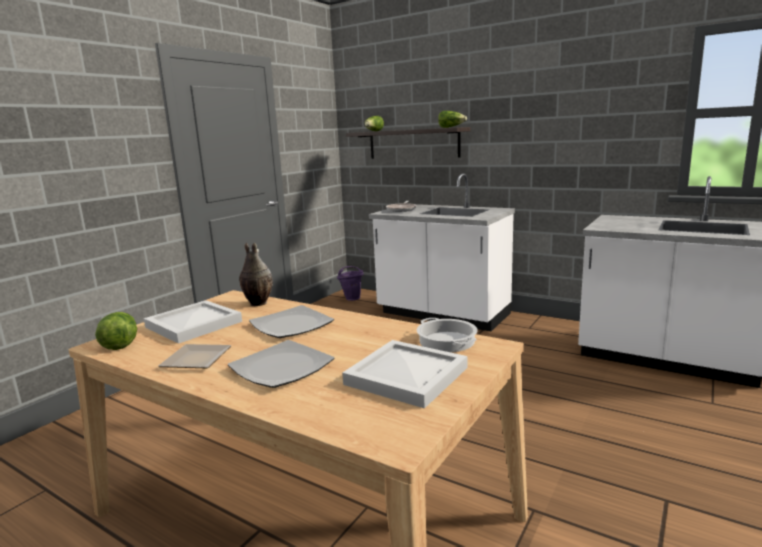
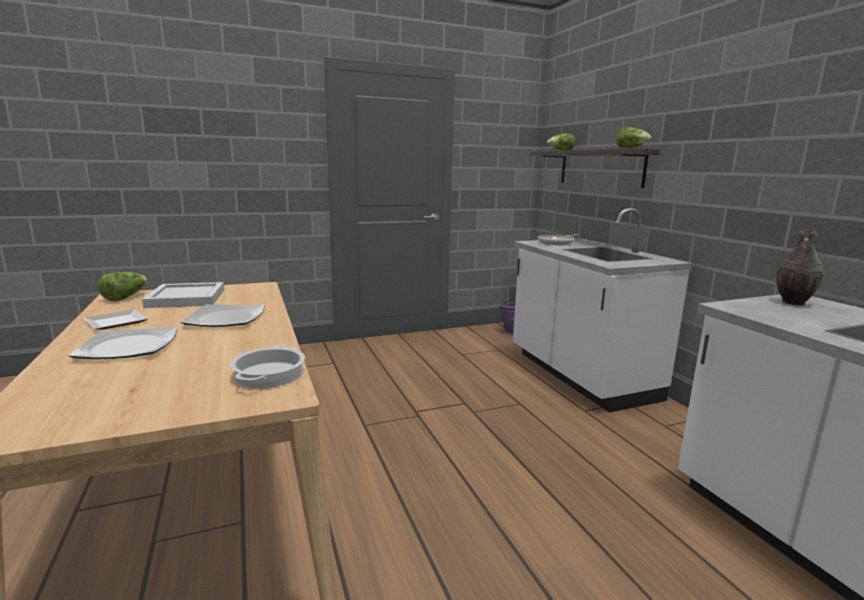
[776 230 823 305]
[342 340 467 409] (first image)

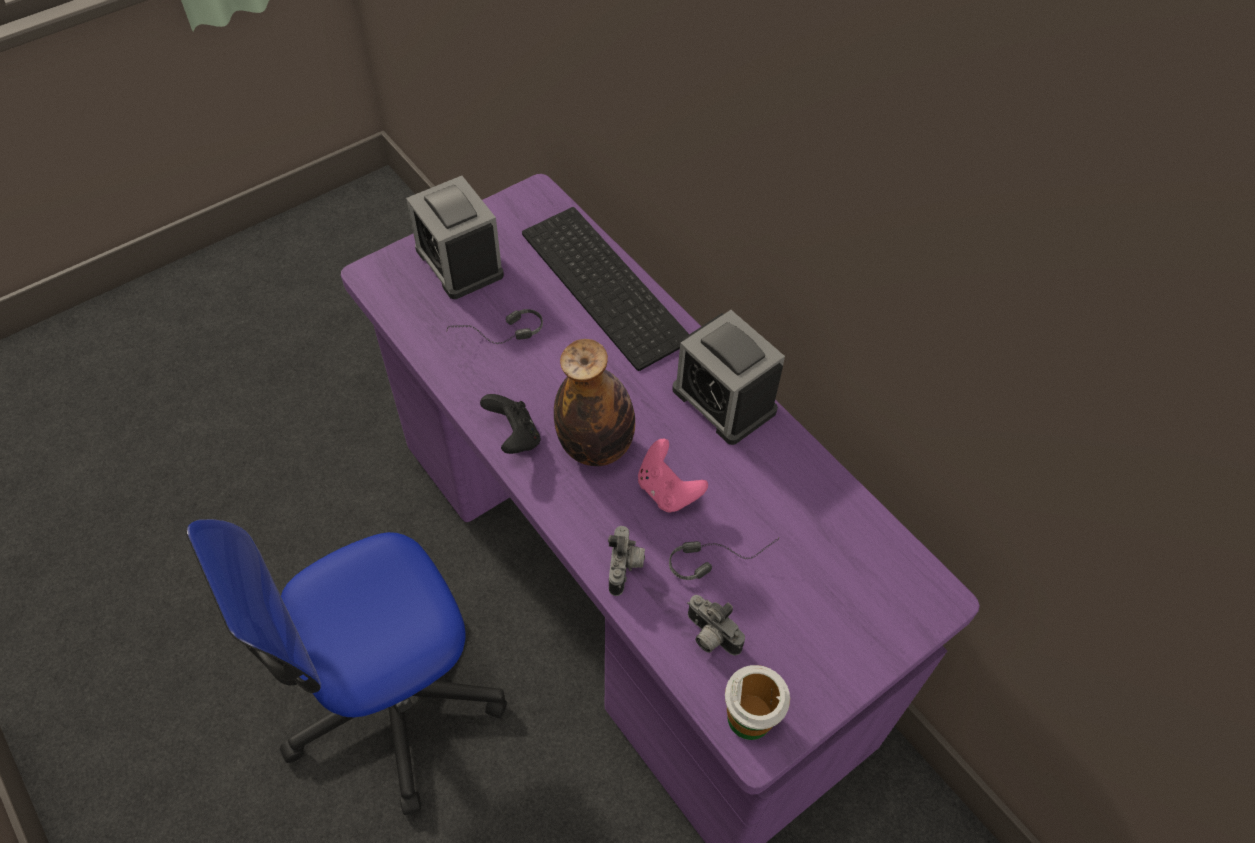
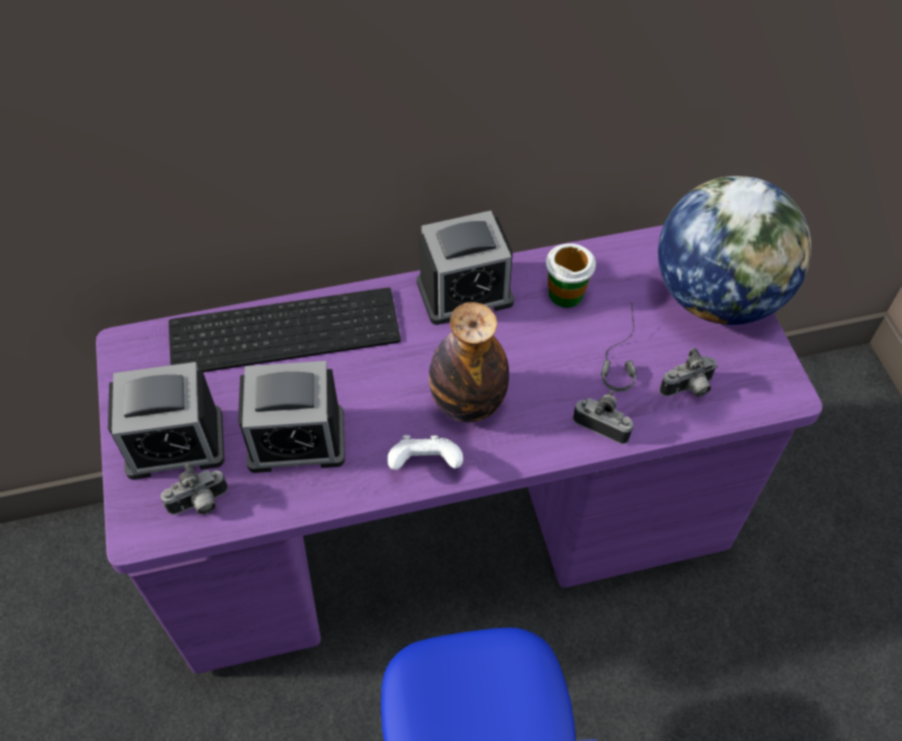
[238 361 345 473]
[387 435 463 470]
[638 439 708 513] (first image)
[546 243 596 308]
[658 176 811 325]
[161 464 228 515]

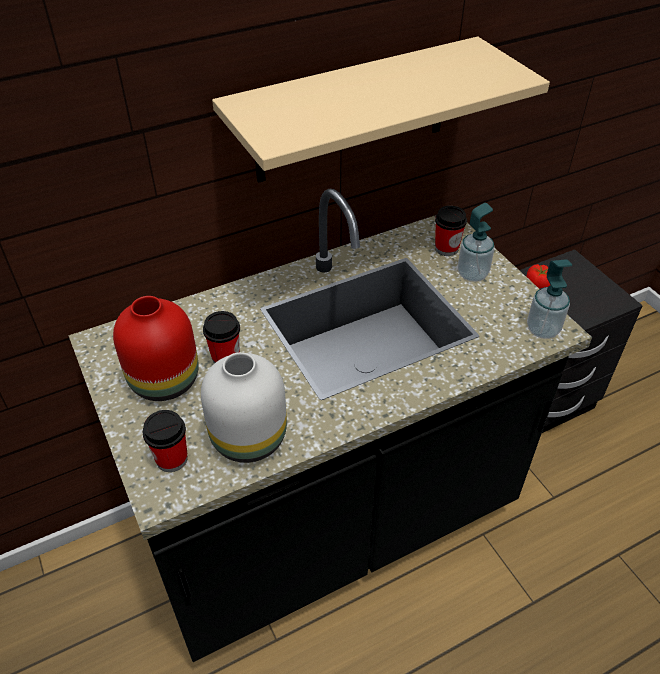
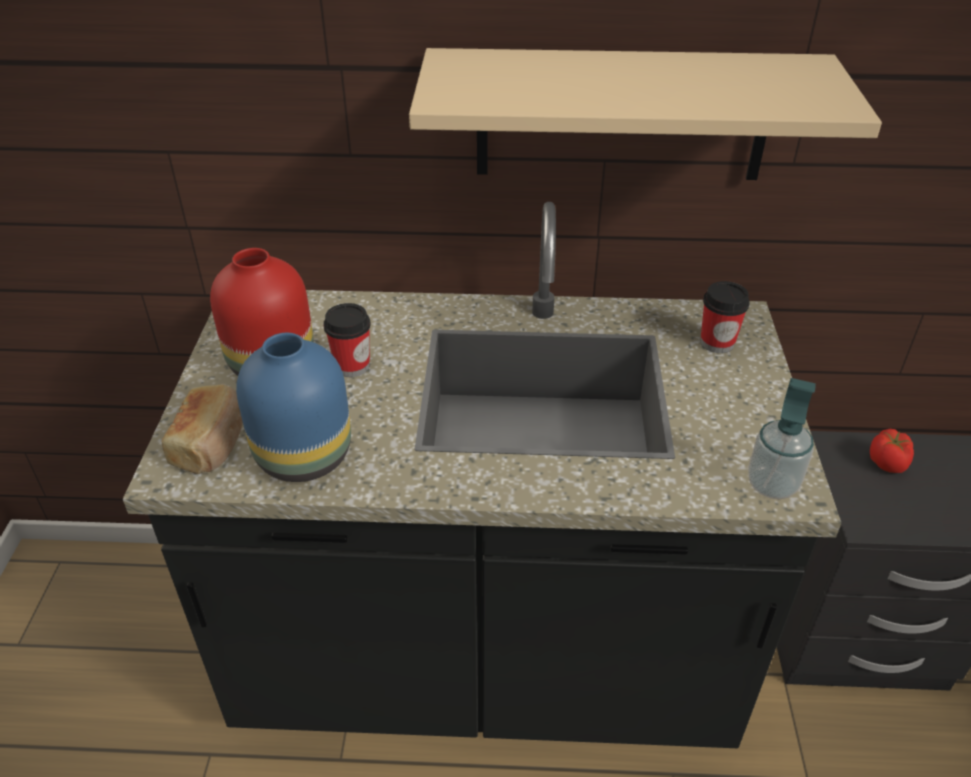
[458 203 494 282] (first image)
[236 333 351 482]
[162 384 243 474]

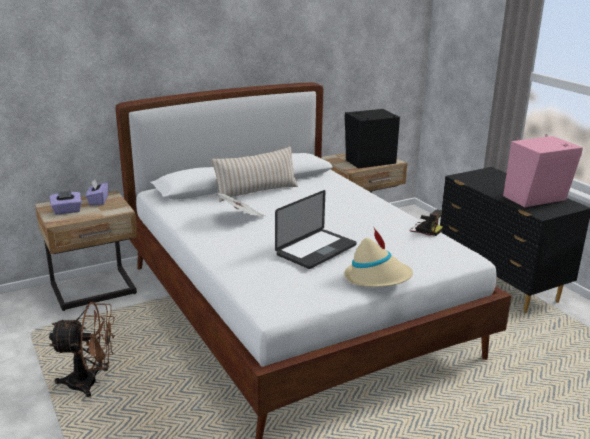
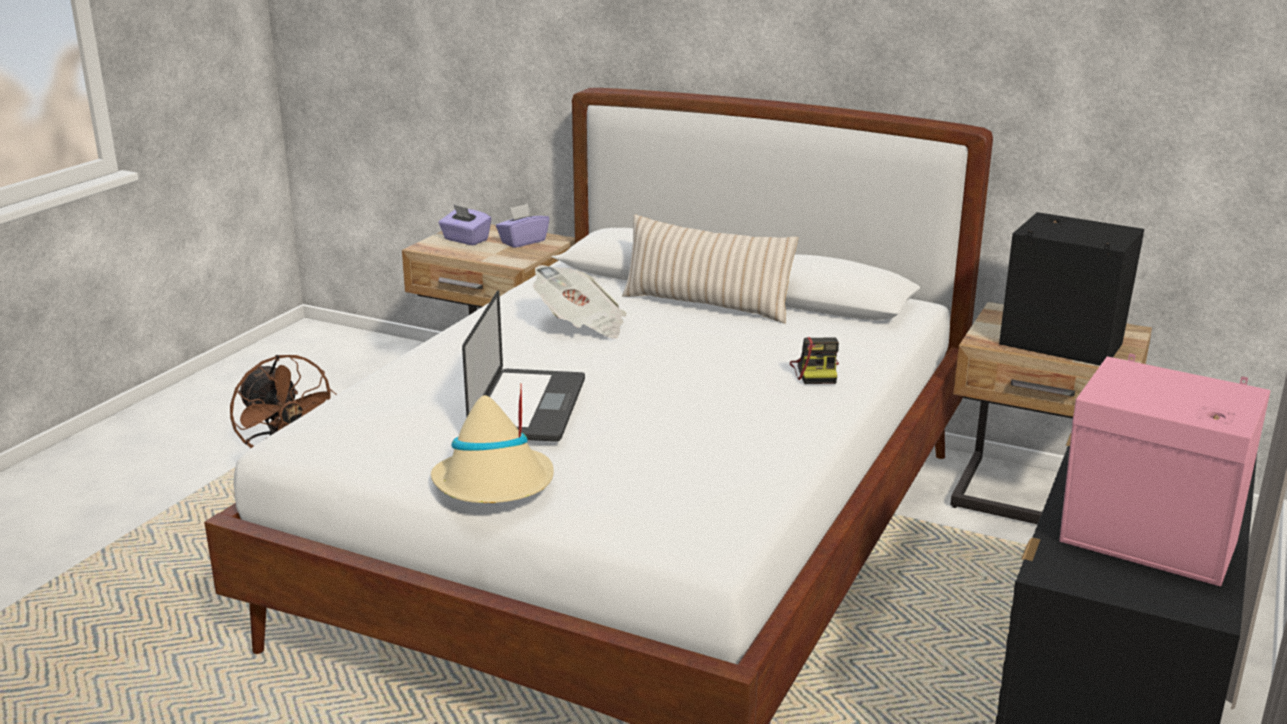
[462 290 585 442]
[790 337 839 384]

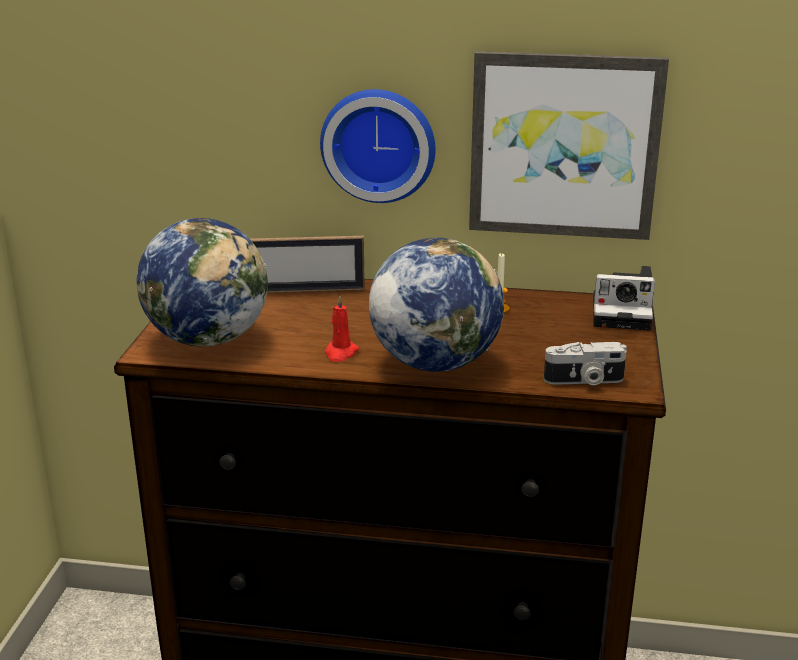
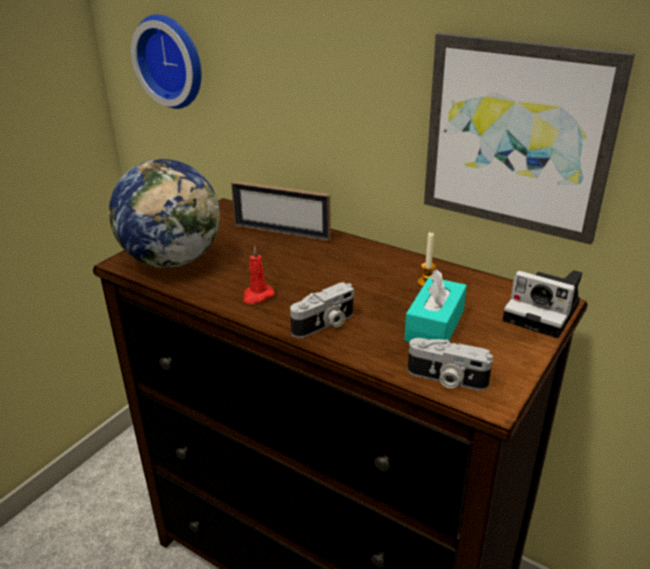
[131 14 201 109]
[290 282 354 338]
[404 269 467 342]

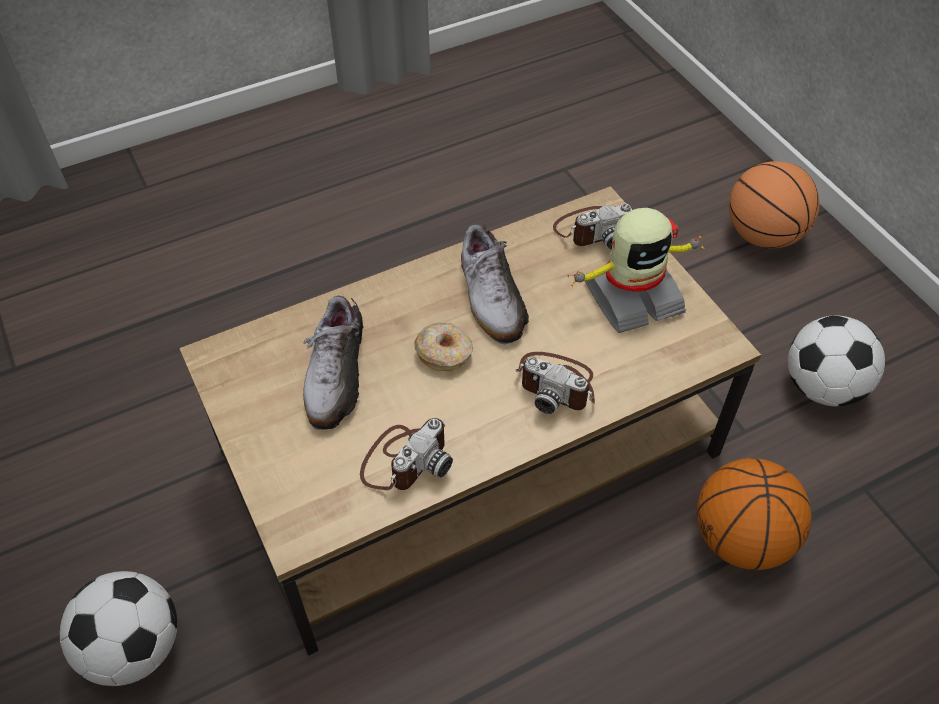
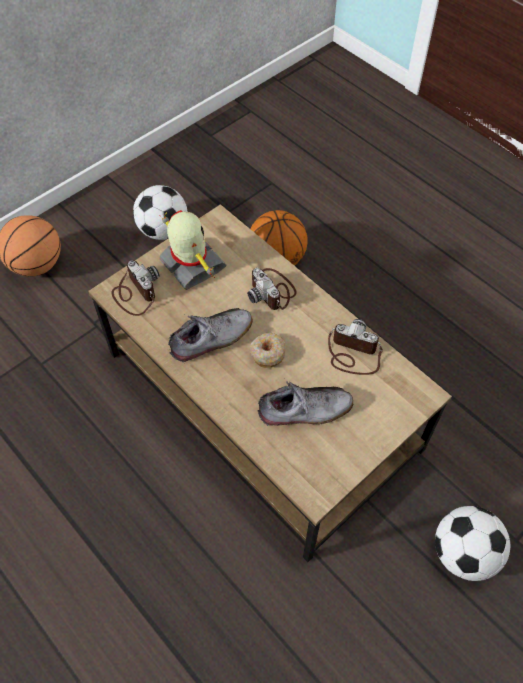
[247 268 297 310]

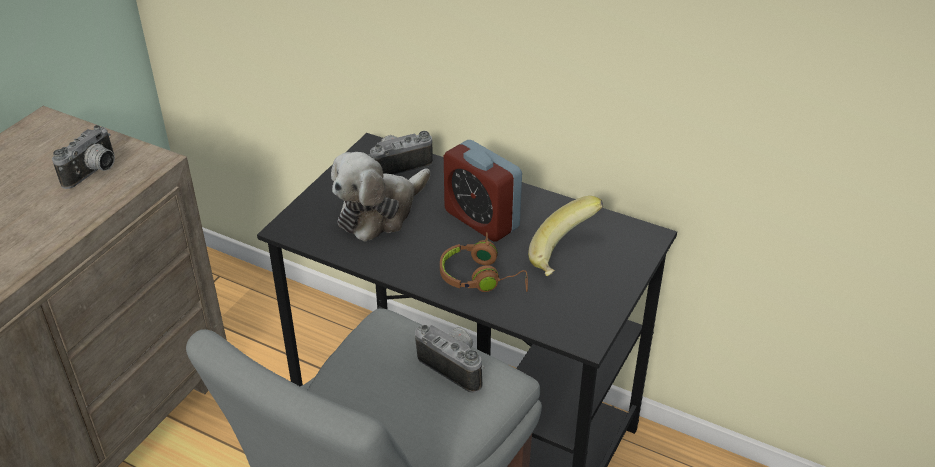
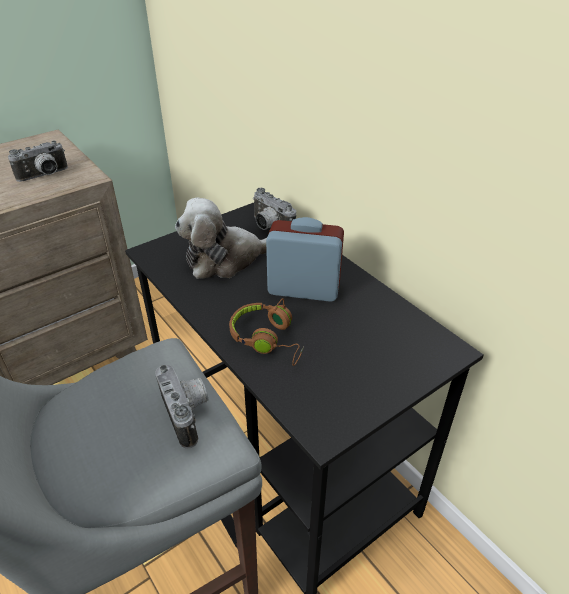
[253 188 296 230]
[266 217 344 302]
[528 196 603 276] (first image)

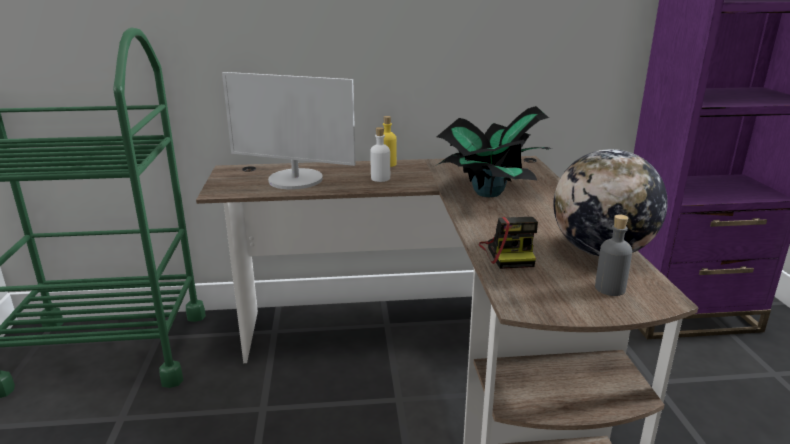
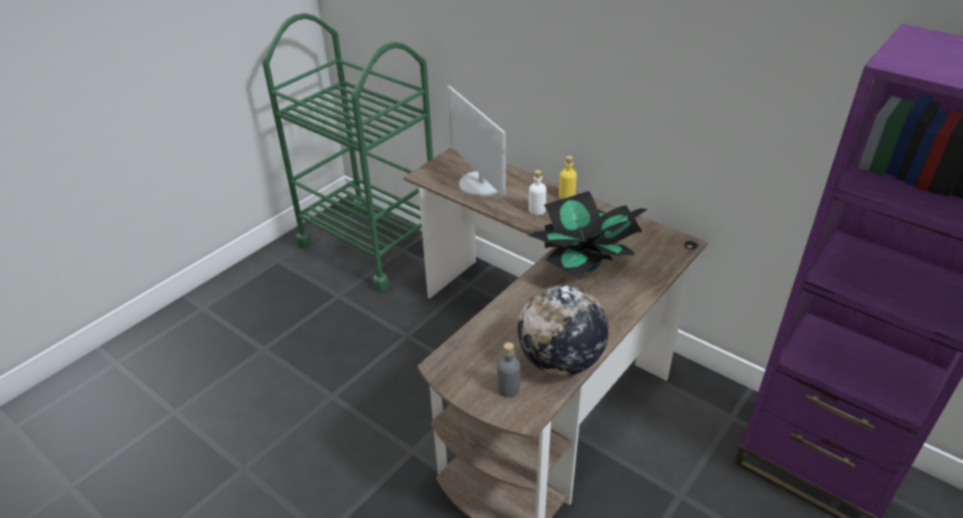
[479 217 538 269] (first image)

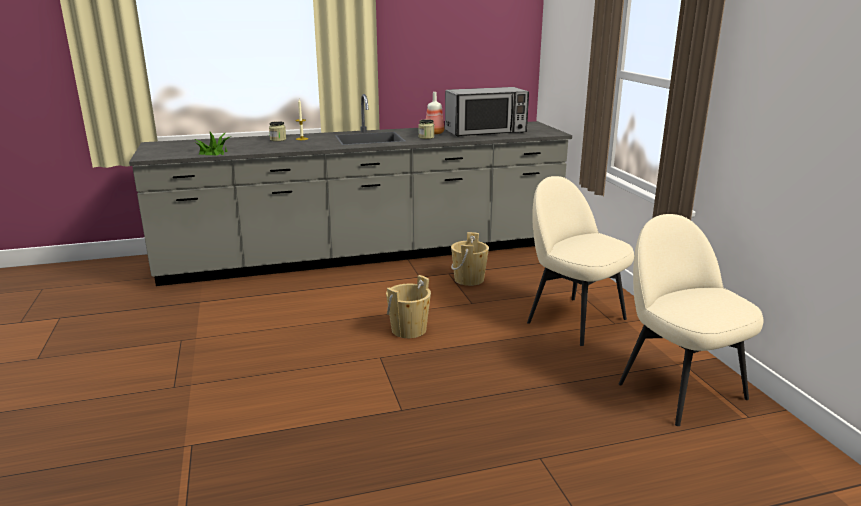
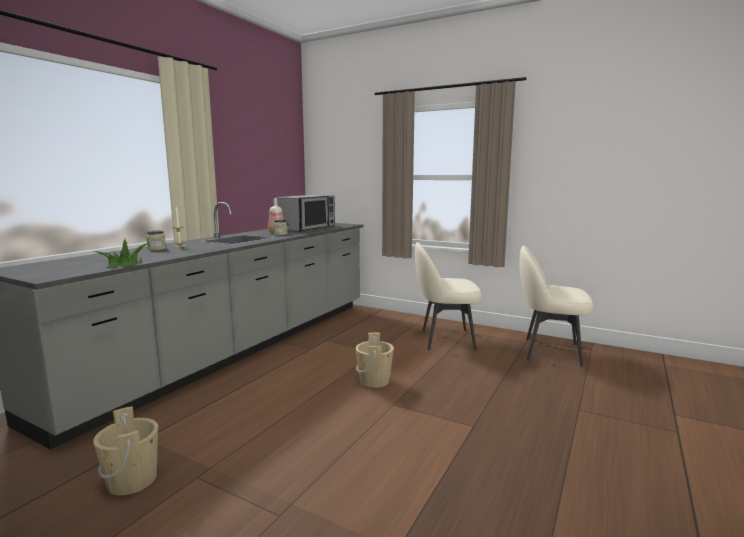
[93 406 158 495]

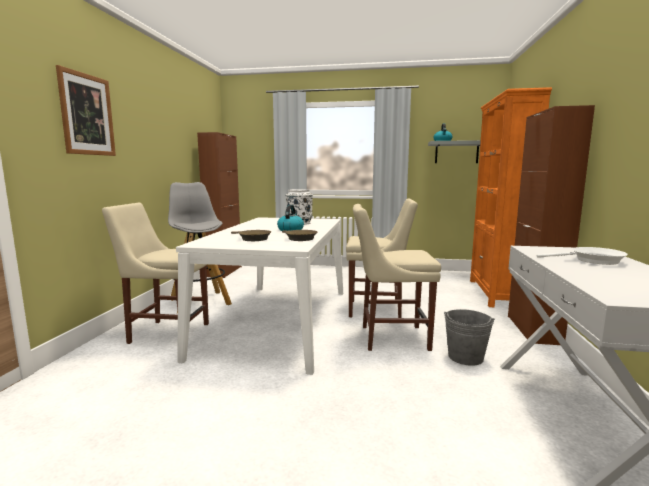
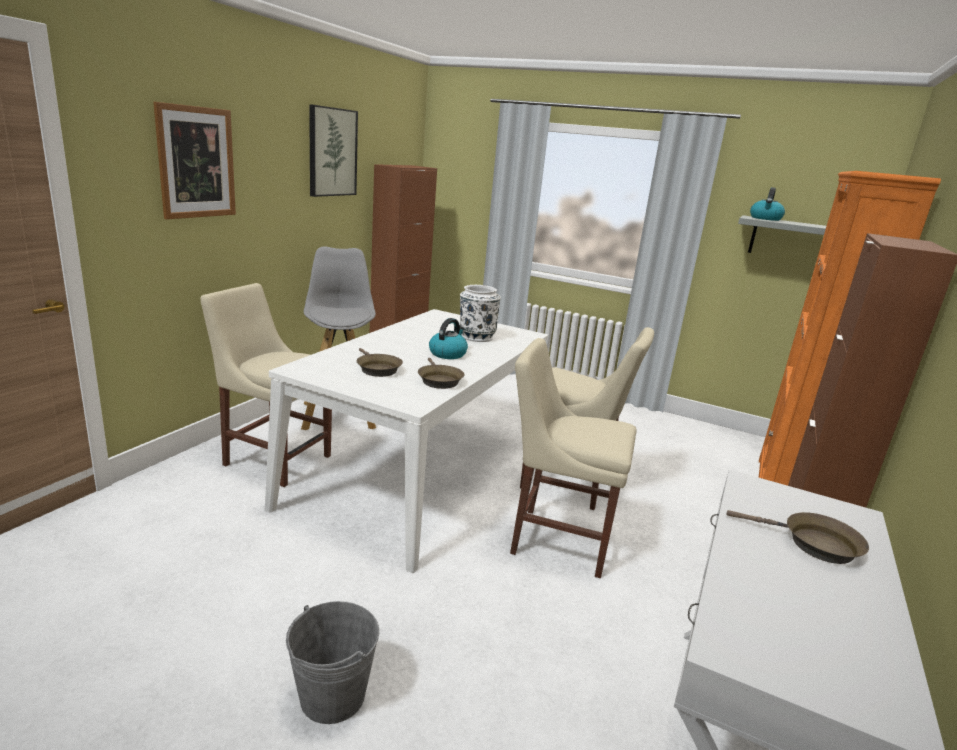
[726 510 869 564]
[286 601 379 724]
[309 104 358 197]

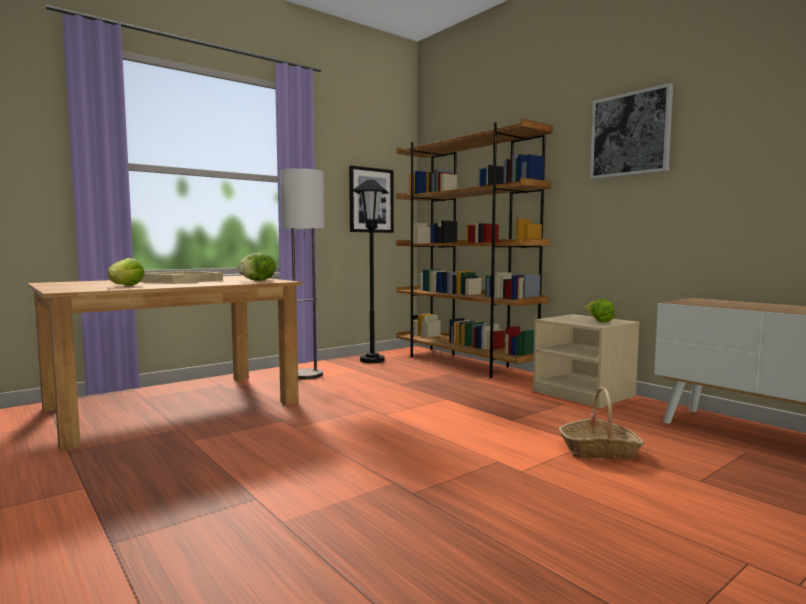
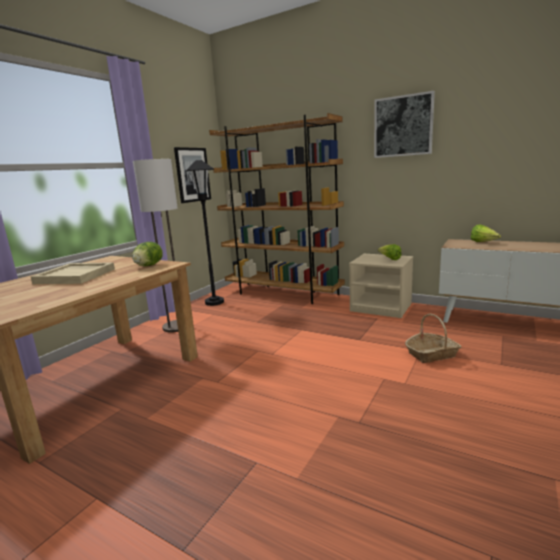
[471 224 501 242]

